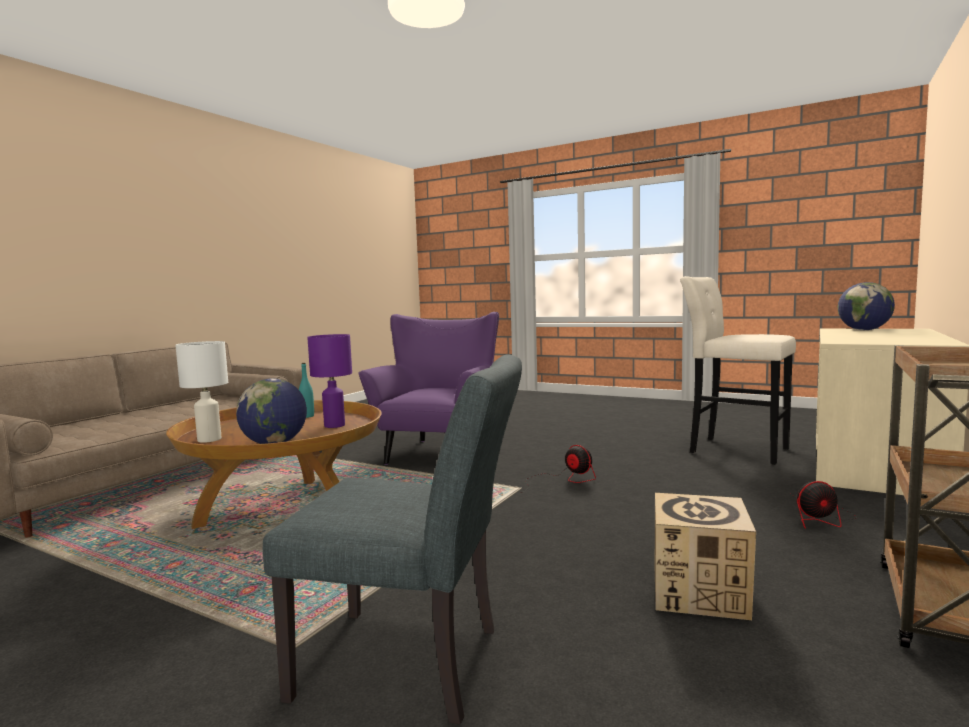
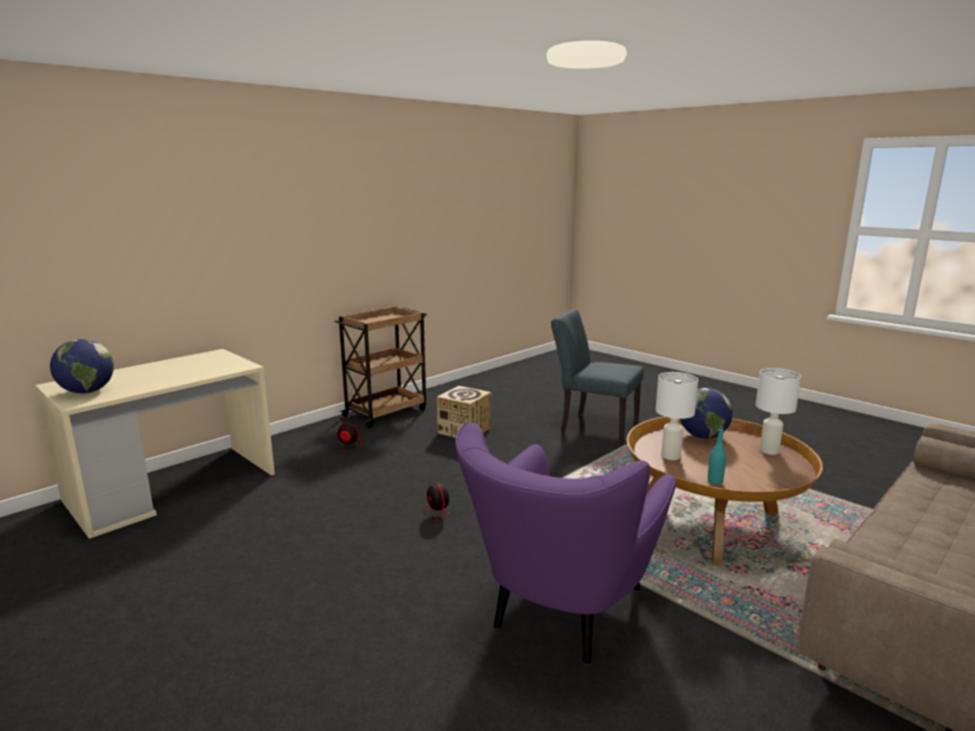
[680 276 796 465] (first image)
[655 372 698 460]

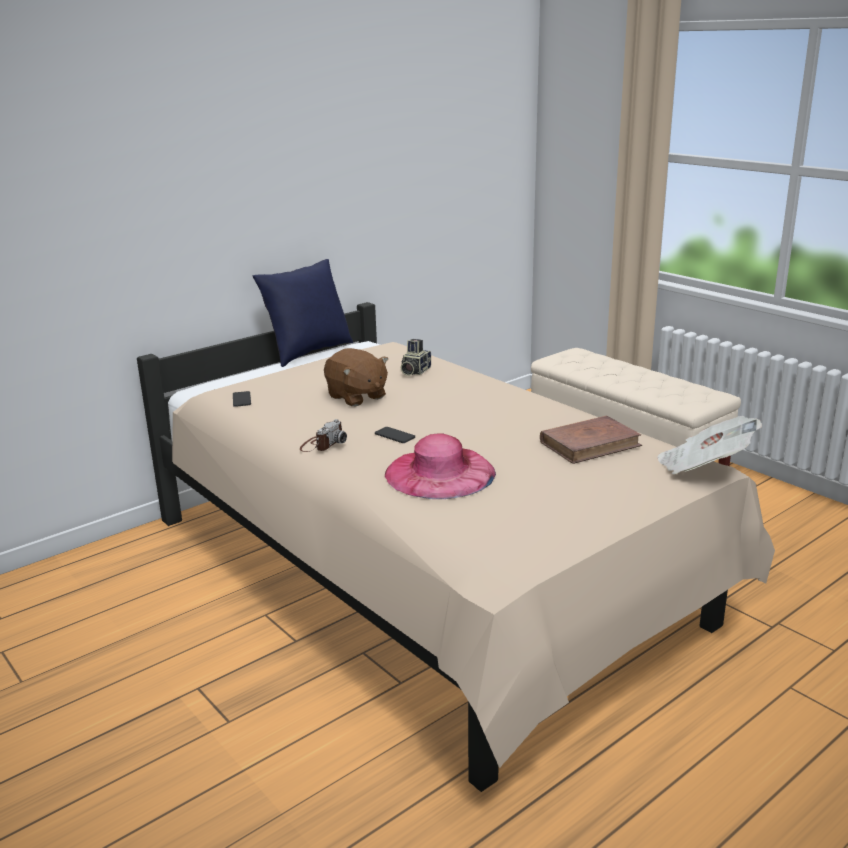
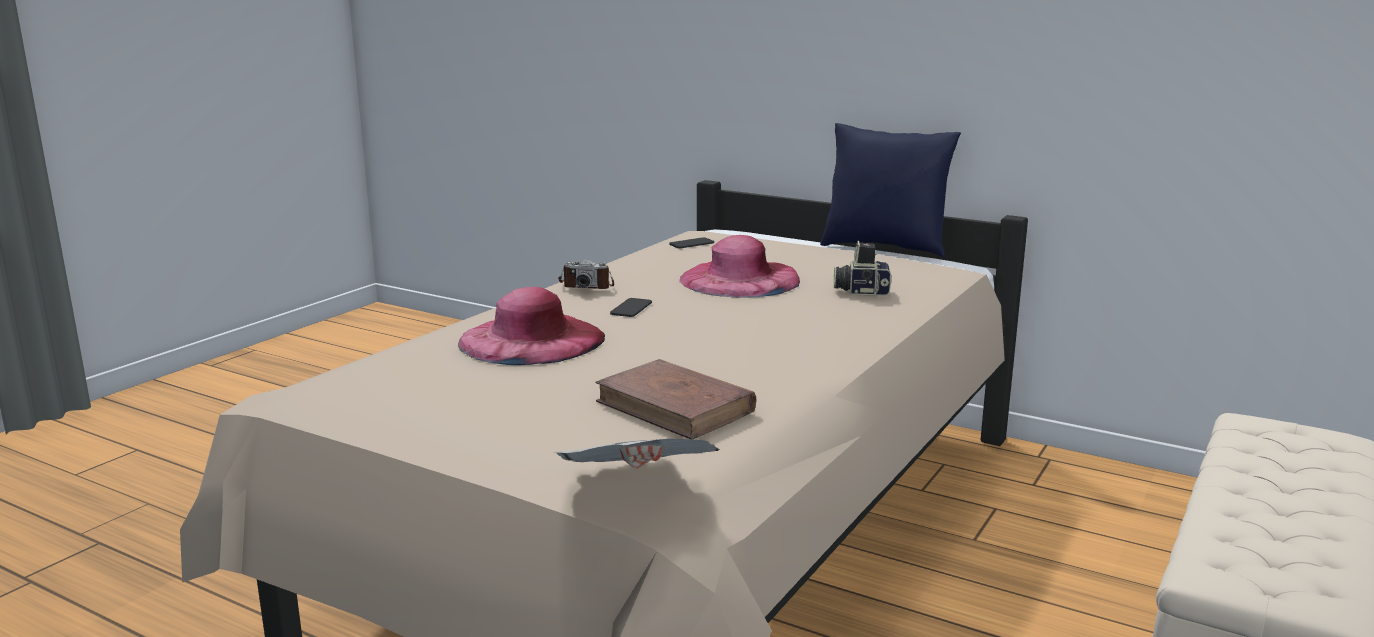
[680 235 800 298]

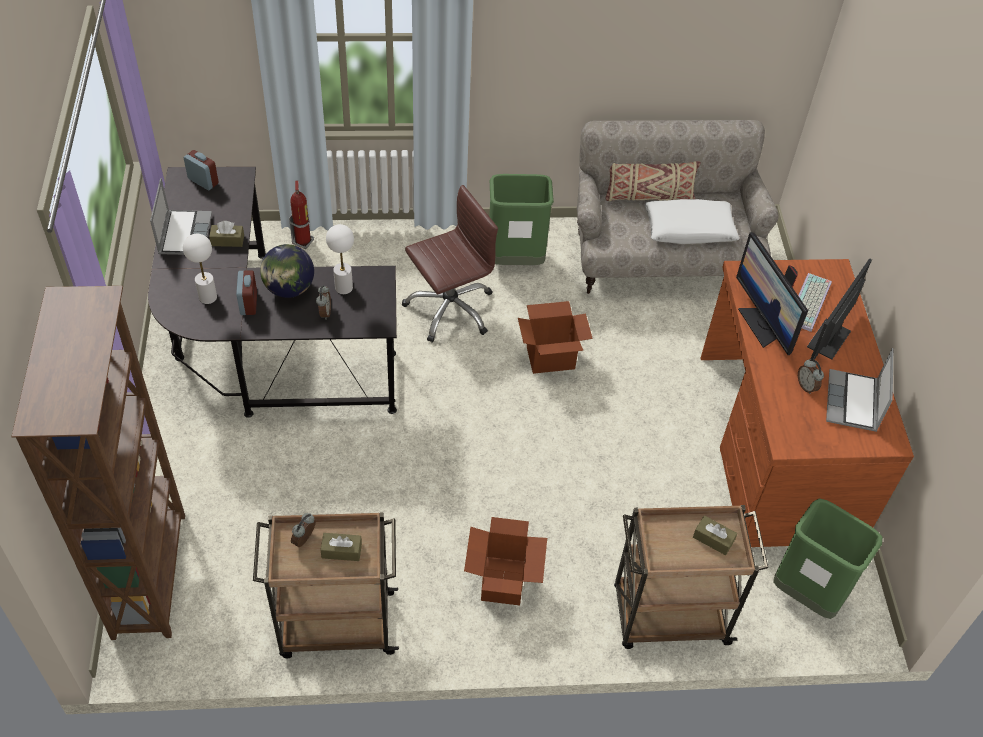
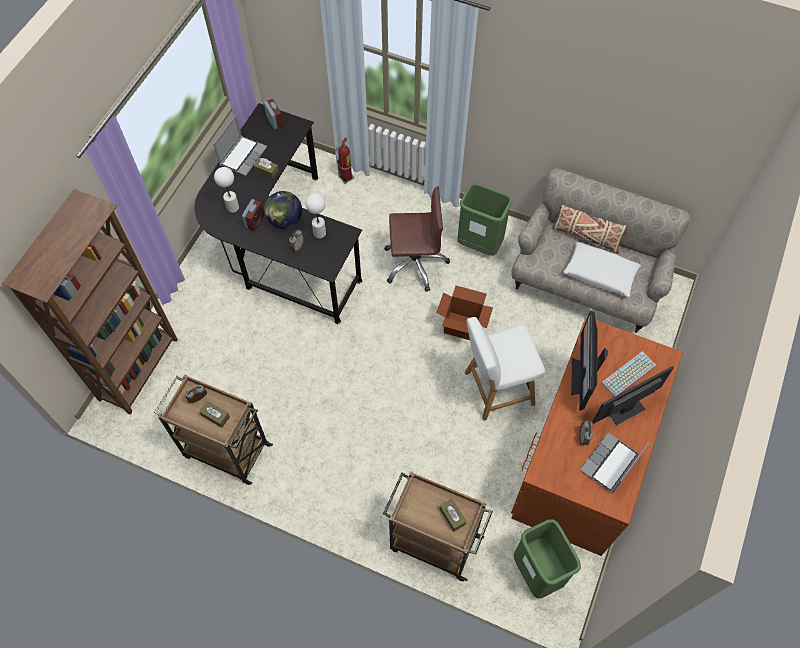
[464 517 547 605] (first image)
[465 317 545 421]

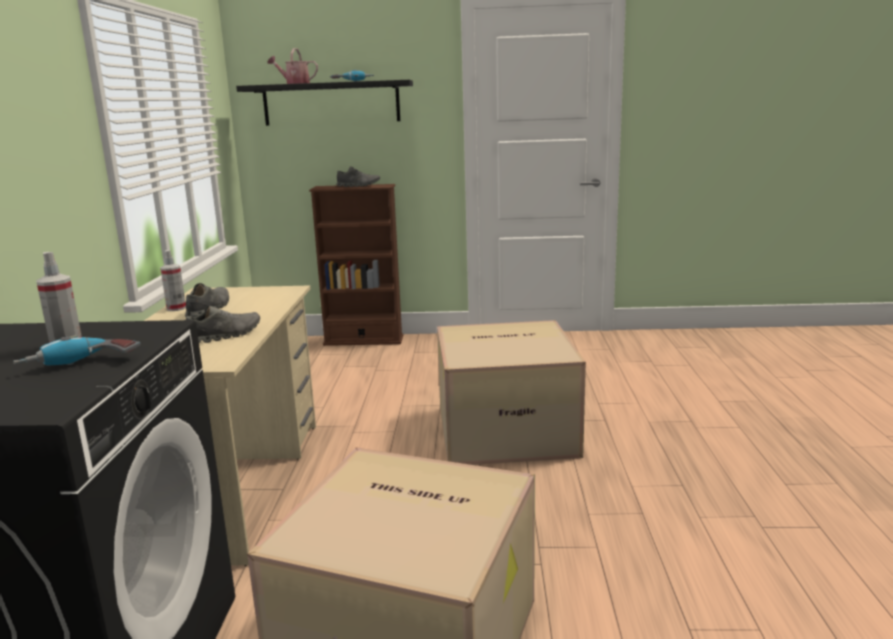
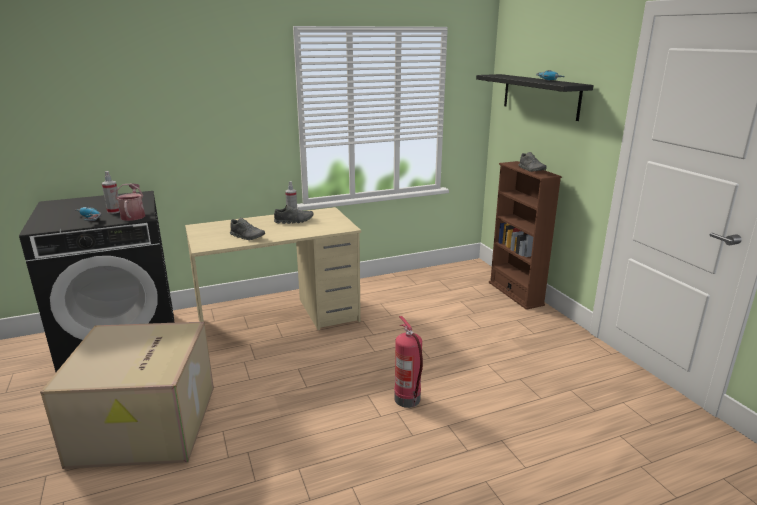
[115 184 145 221]
[394 316 423 408]

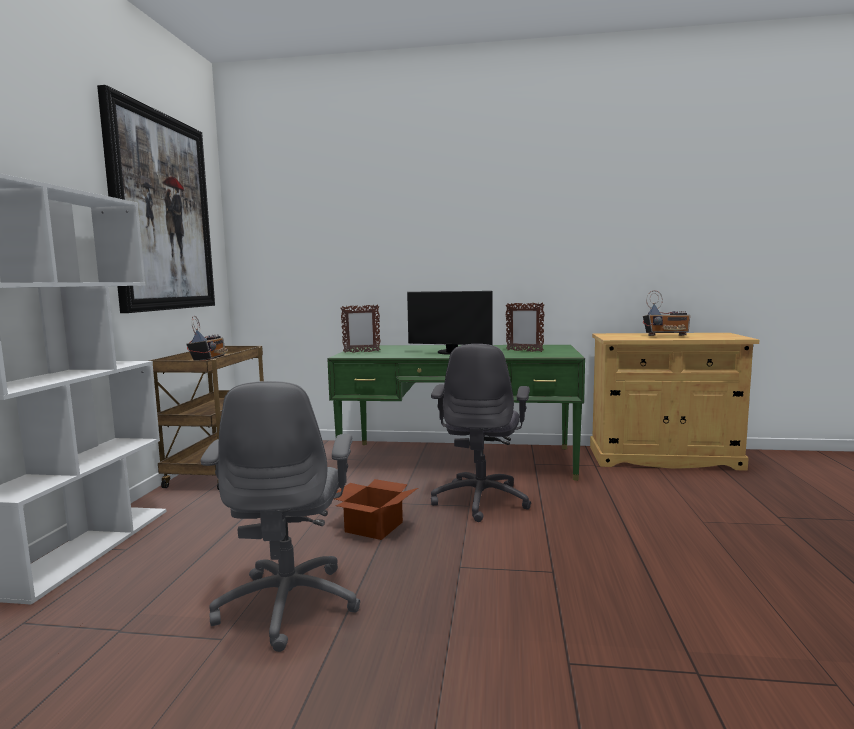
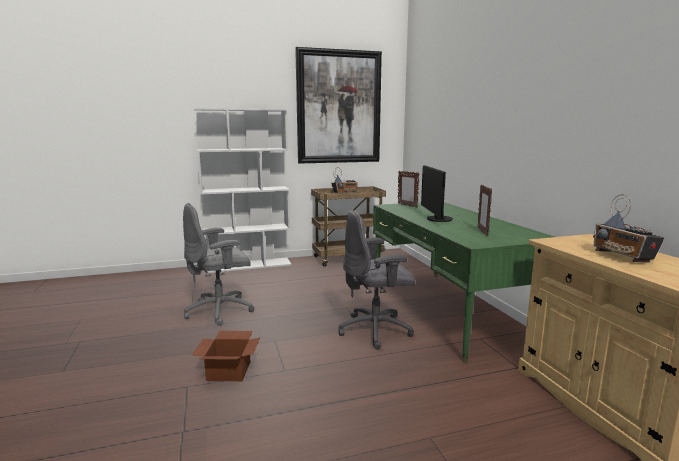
[192 331 260 381]

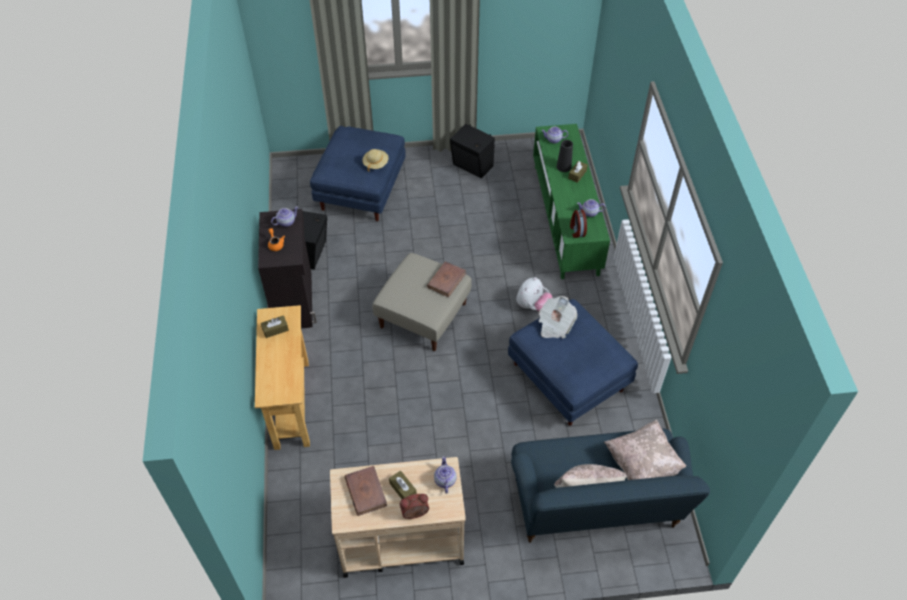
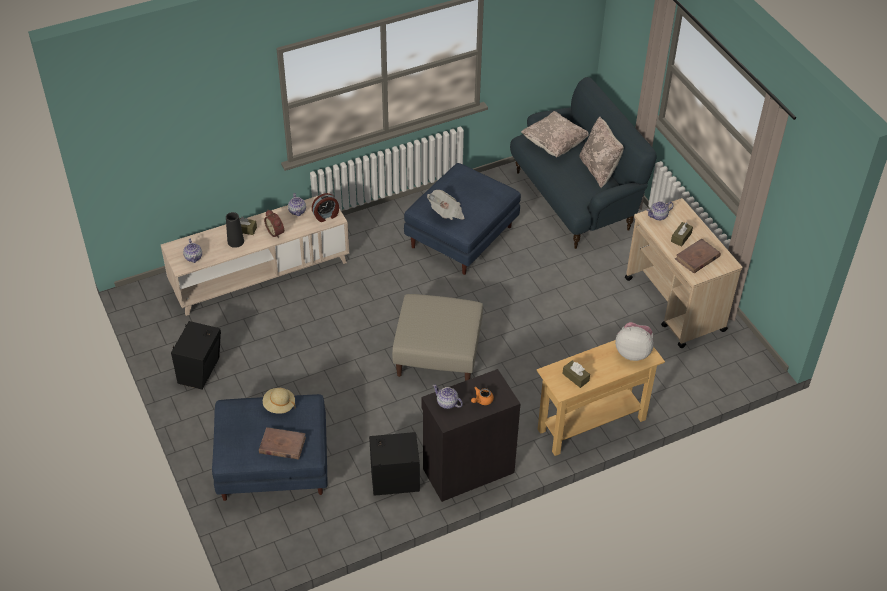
[161 192 349 316]
[259 427 306 460]
[615 322 654 361]
[264 210 284 239]

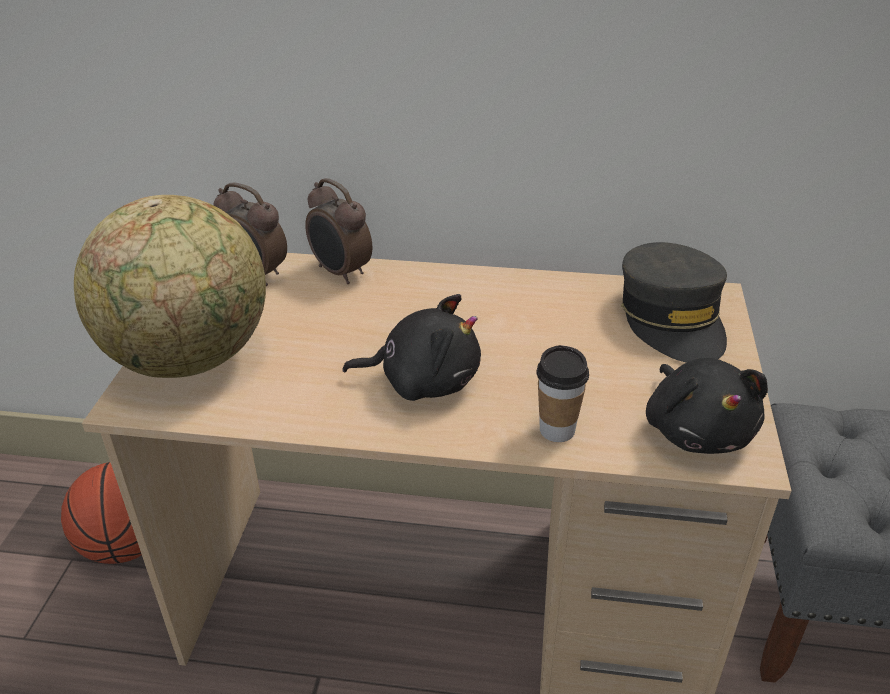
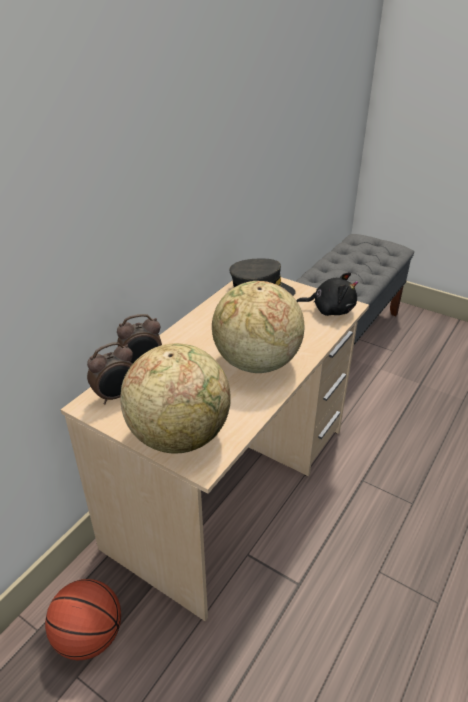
[212 281 304 373]
[536 345 589 442] (first image)

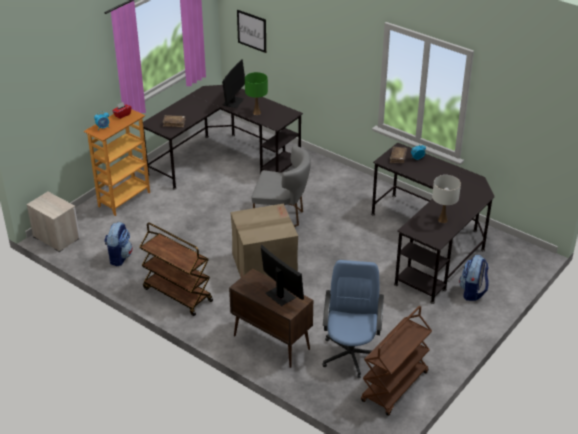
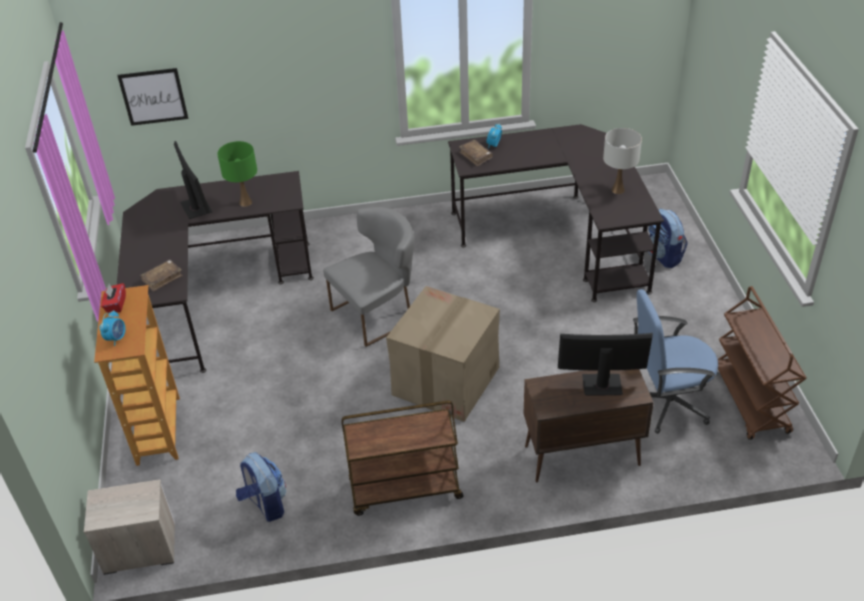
[633 289 718 434]

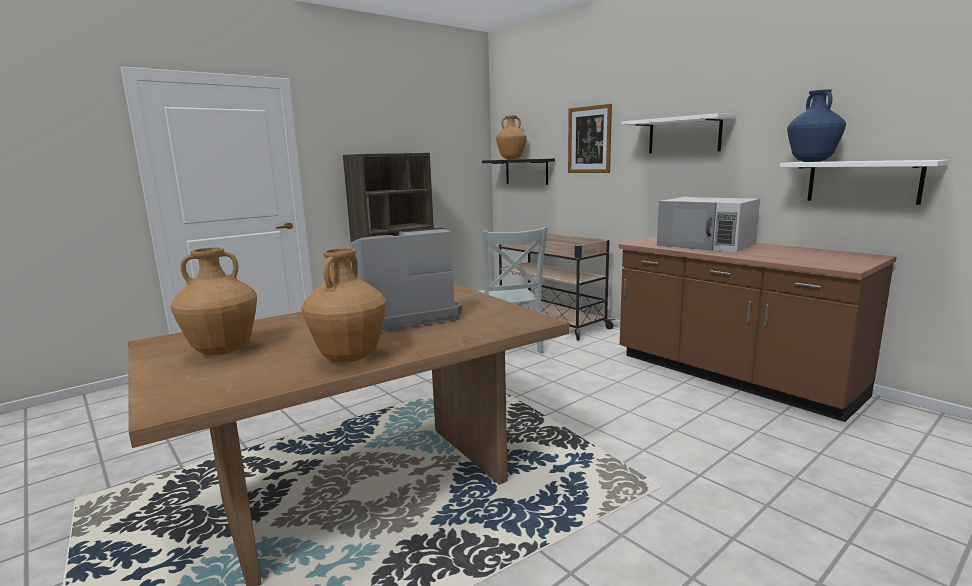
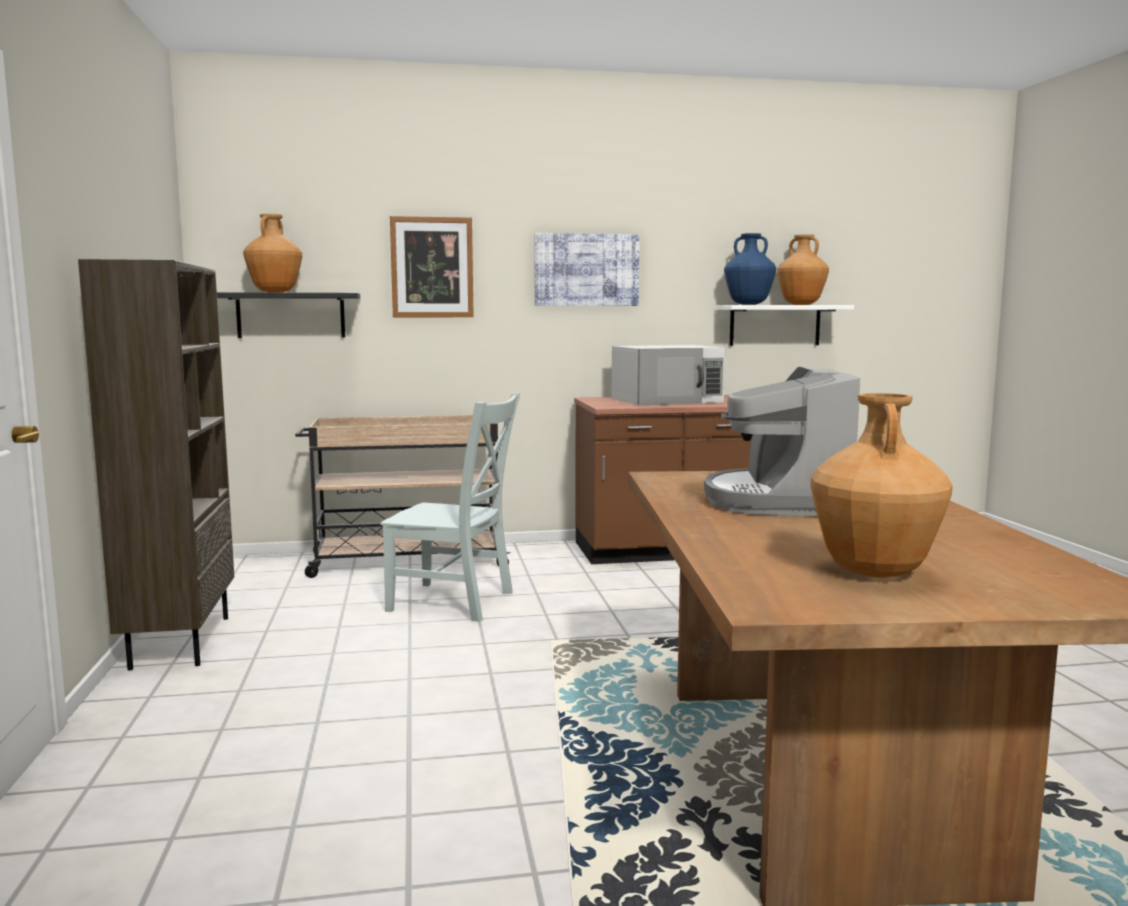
[534 233 640 306]
[777 234 829 305]

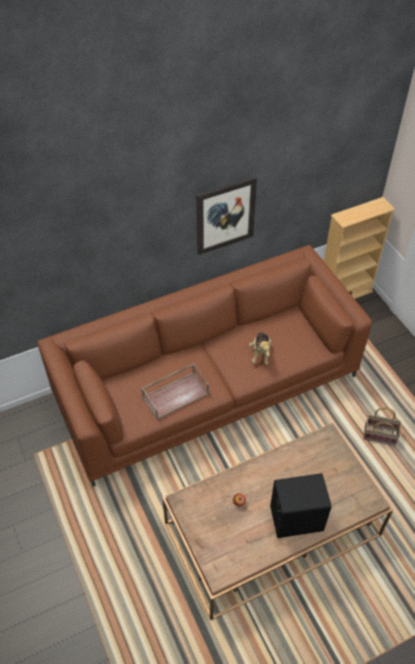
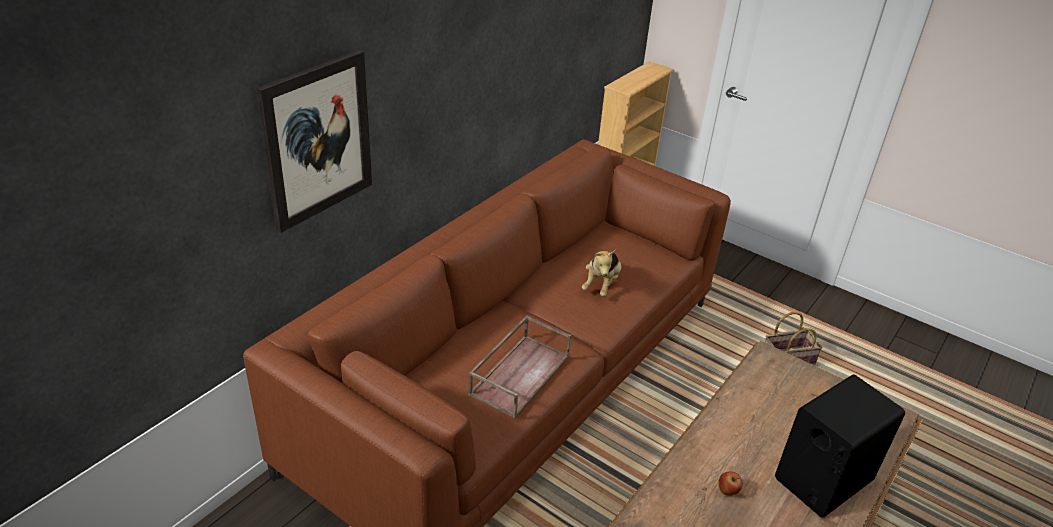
[256 50 372 233]
[582 250 621 297]

